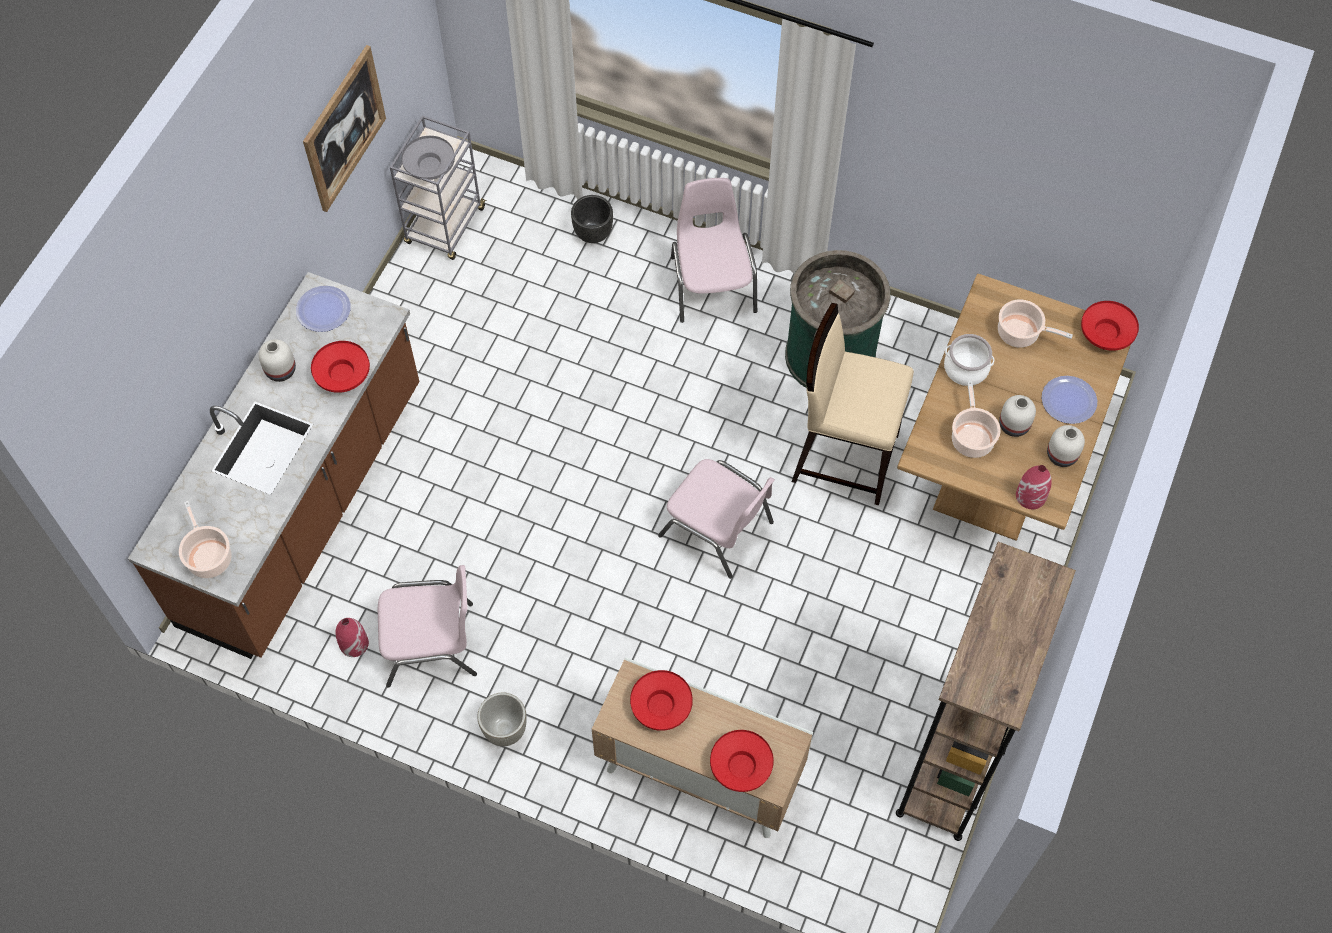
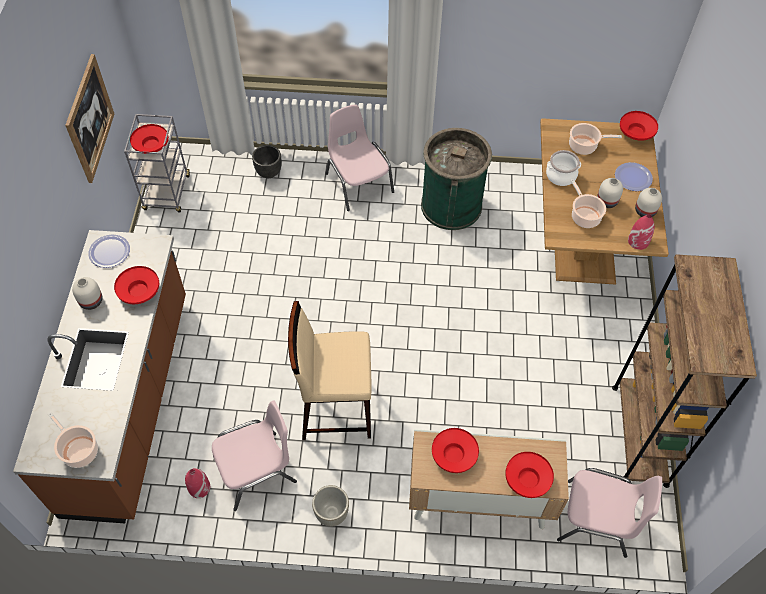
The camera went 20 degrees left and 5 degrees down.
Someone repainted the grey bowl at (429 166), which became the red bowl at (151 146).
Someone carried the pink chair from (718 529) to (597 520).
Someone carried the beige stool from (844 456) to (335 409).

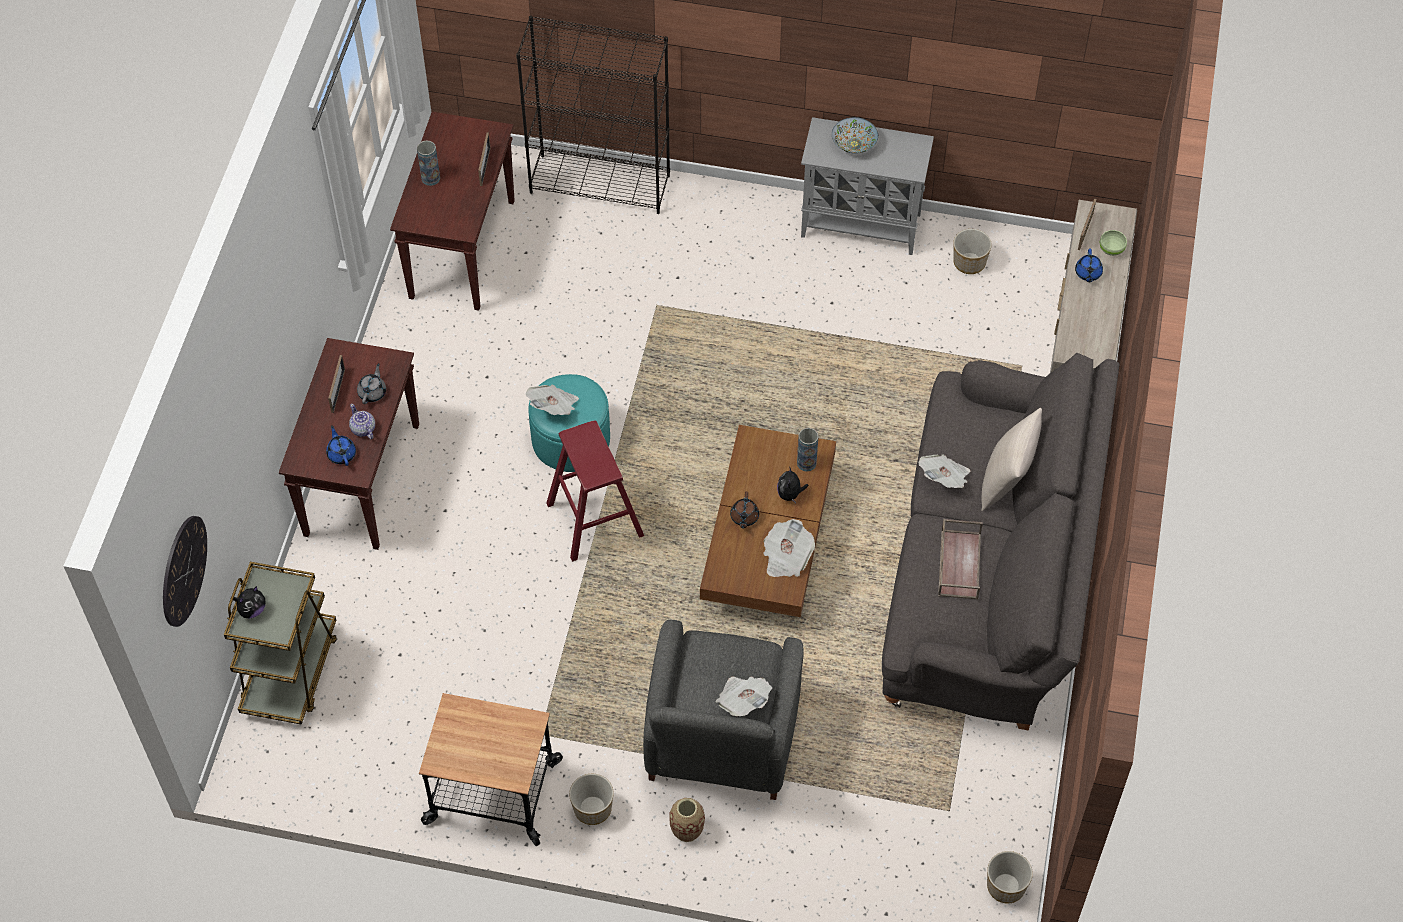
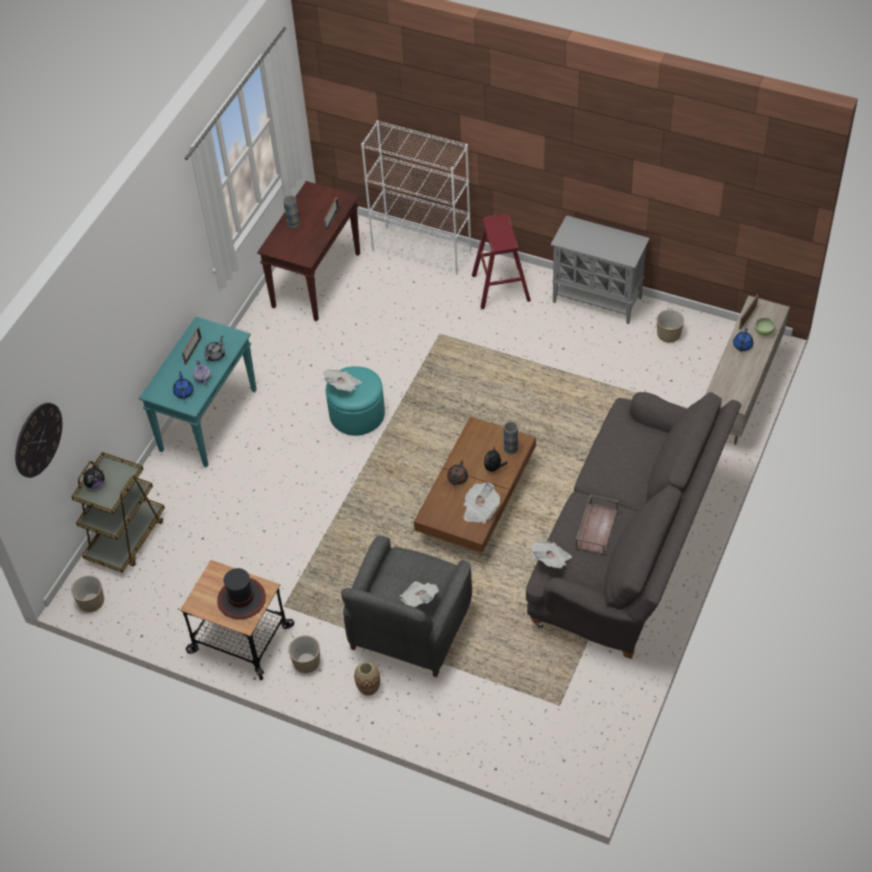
The camera went 15 degrees right and 5 degrees down.
Someone repainted the brown console table at (362 478), which became the turquoise console table at (208 419).
Someone repainted the black bookcase at (601 184), which became the white bookcase at (422 250).
Someone carried the red stool from (595 519) to (501 287).
Someone took away the bowl at (854 144).
Someone carried the newspaper from (944 478) to (551 560).
Someone took away the beige pillow at (1006 481).
Someone carried the planter from (1005 887) to (91 601).
Someone put down the hat at (241 599).

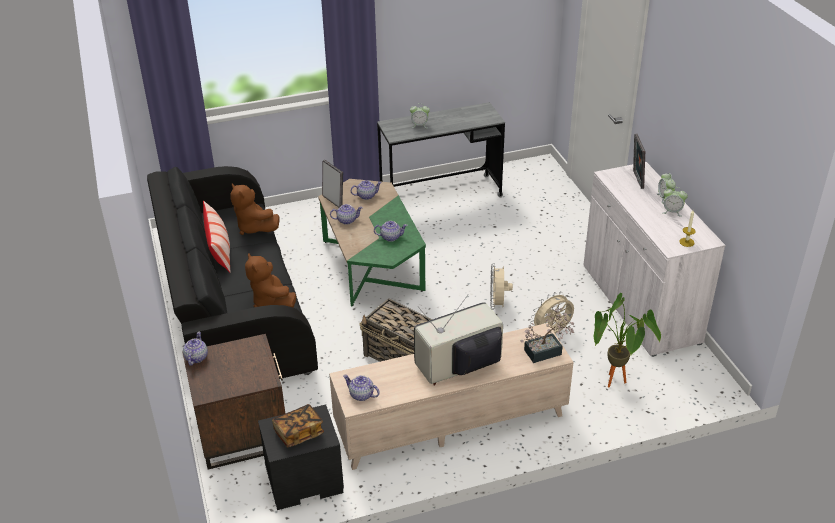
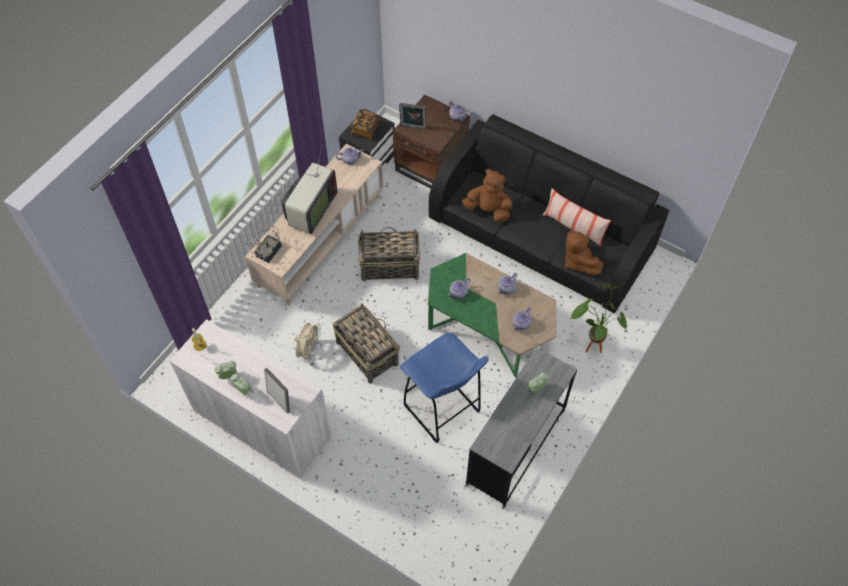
The camera went 140 degrees right and 20 degrees up.
Someone rotated the brown plush toy at (254 227) by 120 degrees counterclockwise.
Someone carried the picture frame from (333 201) to (413 128).
Someone swapped the beige fan at (498 304) for the basket at (367 352).
Someone carried the potted plant from (615 385) to (589 345).
Someone put down the blue stool at (443 410).

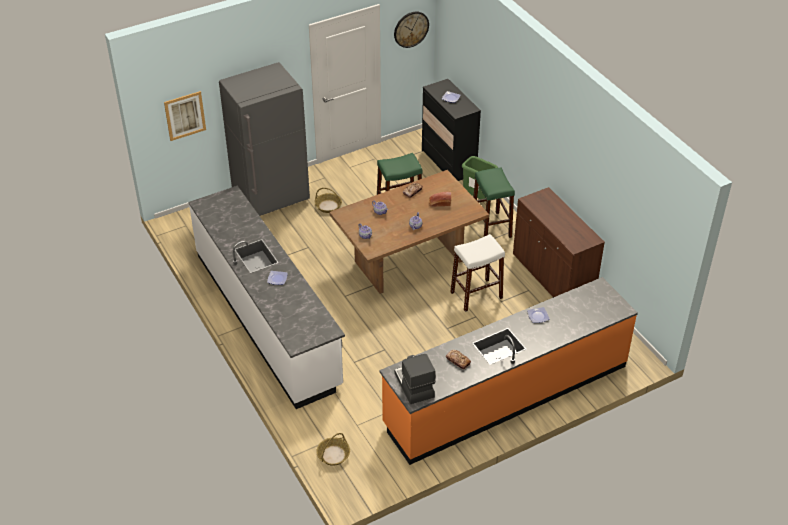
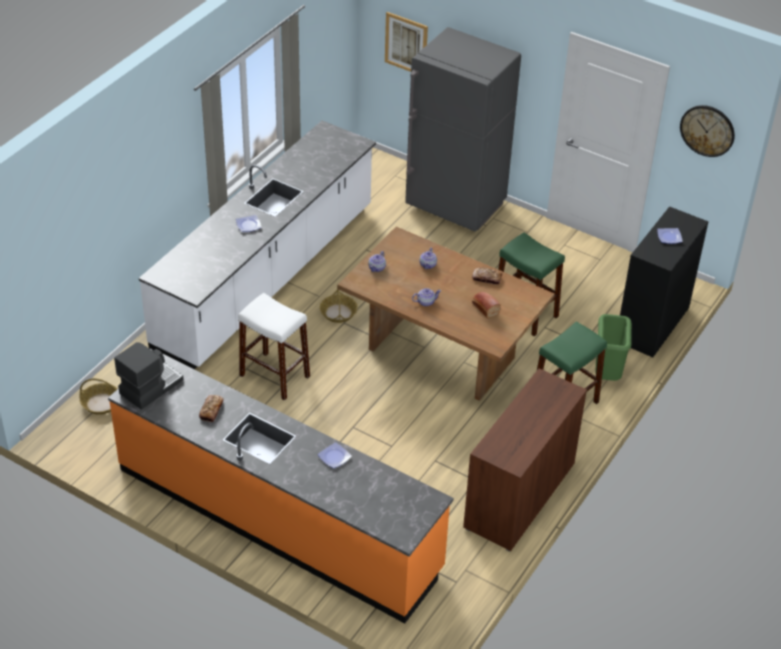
The camera went 60 degrees right and 0 degrees up.
Someone carried the basket from (328 206) to (338 313).
Someone carried the white stool from (476 295) to (274 376).

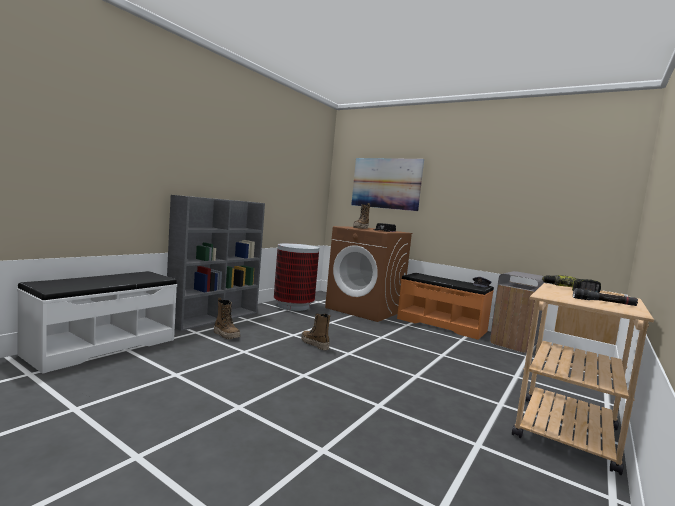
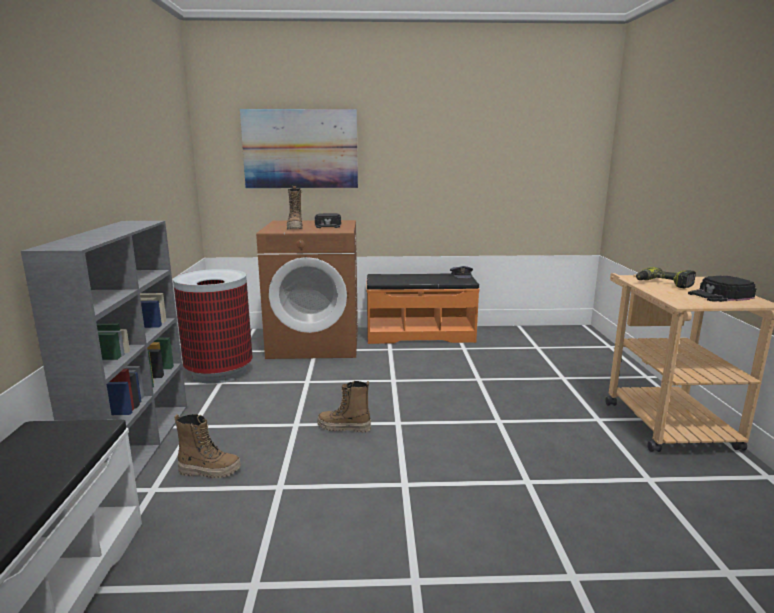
The camera went 35 degrees left and 10 degrees up.
Someone took away the grey trash can at (514 344).
Someone swapped the black flashlight at (603 302) for the black cap at (720 295).

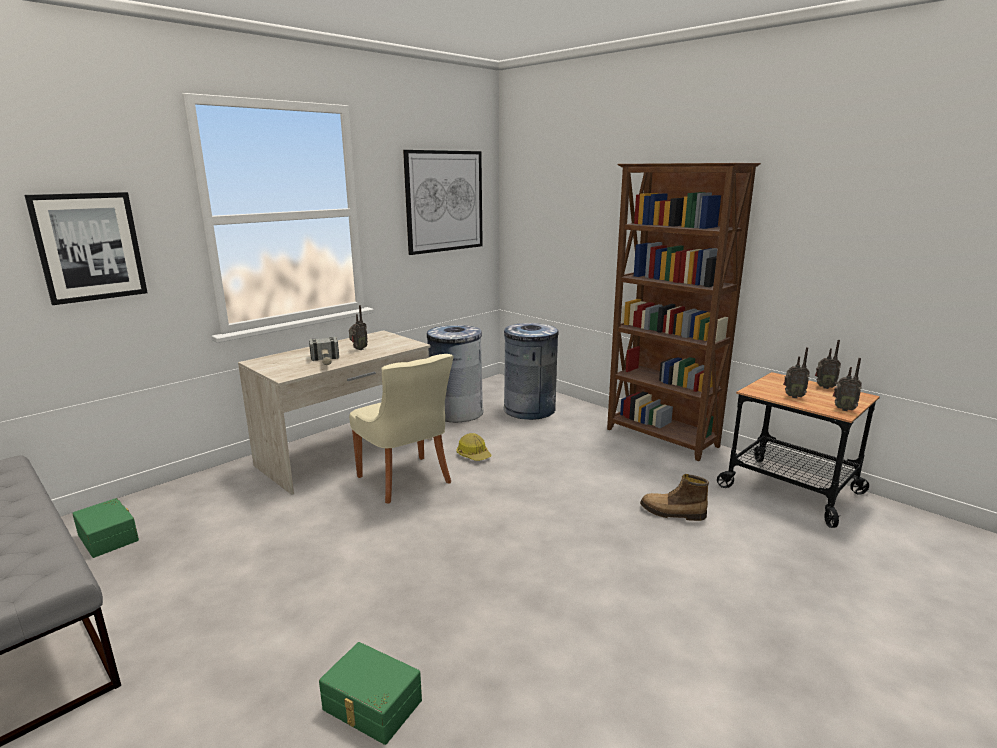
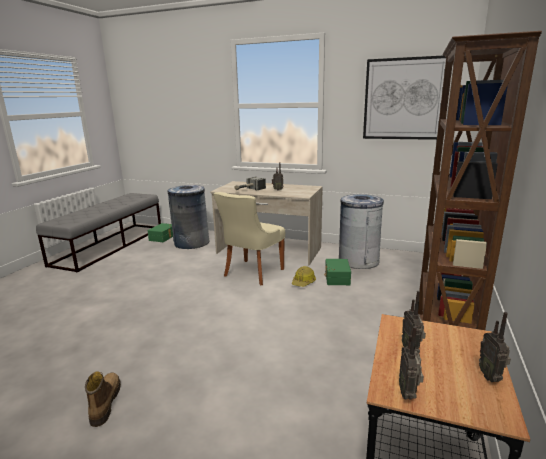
The camera went 65 degrees right and 0 degrees up.
Someone took away the picture at (89 247).
Someone carried the green storage box from (371 706) to (336 278).
Someone carried the grey trash can from (529 409) to (191 243).
Someone carried the boot from (672 513) to (104 402).

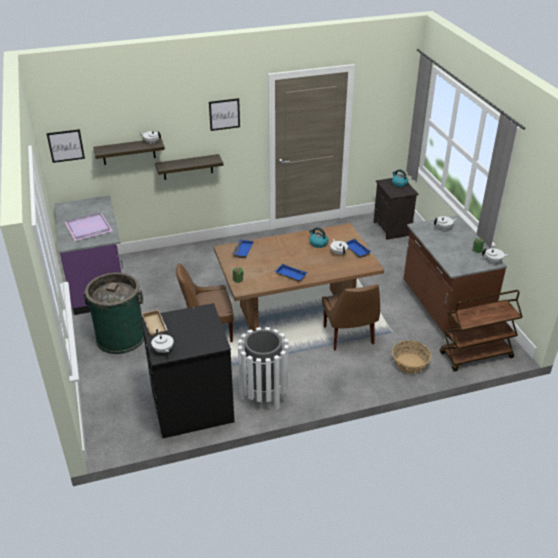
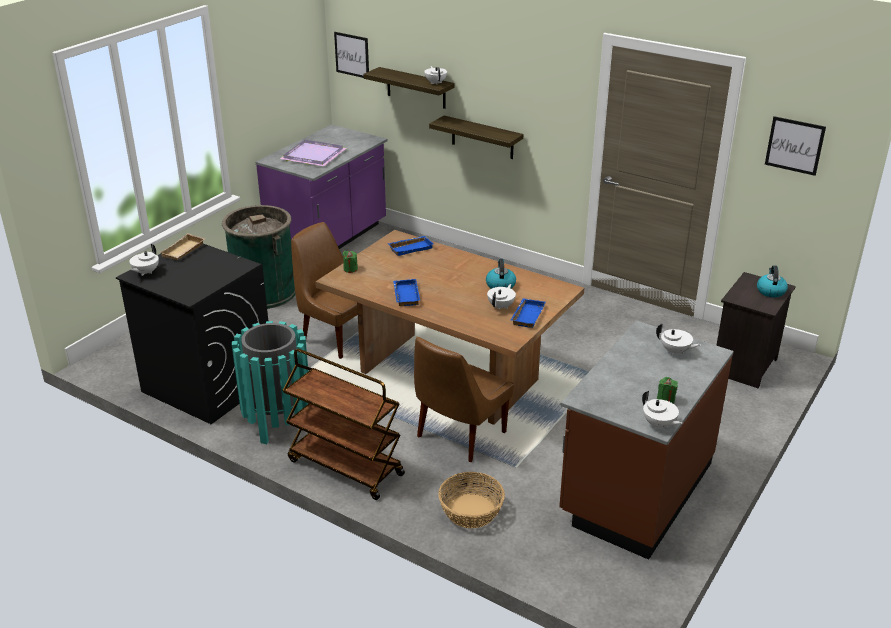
The camera went 50 degrees right and 5 degrees down.
Someone carried the picture from (224 114) to (794 145).
Someone repainted the white trash can at (264 394), which became the turquoise trash can at (278 422).
Someone carried the brown cart from (475 356) to (344 467).

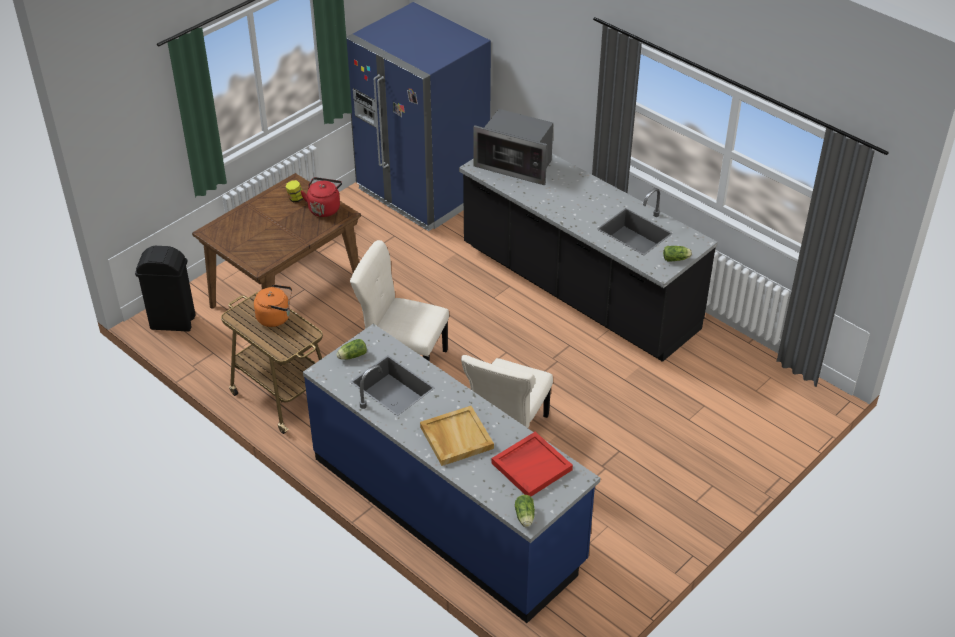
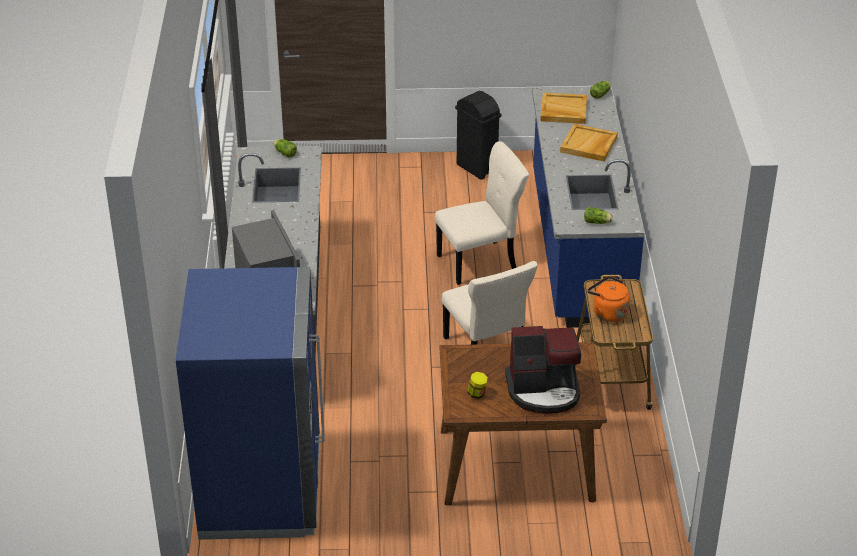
The camera went 135 degrees left and 5 degrees down.
Someone carried the black trash can from (172 322) to (477 168).
Someone took away the red kettle at (324 208).
Someone repainted the red tray at (531 466), which became the beige tray at (563 110).
Someone put down the coffee machine at (544 390).

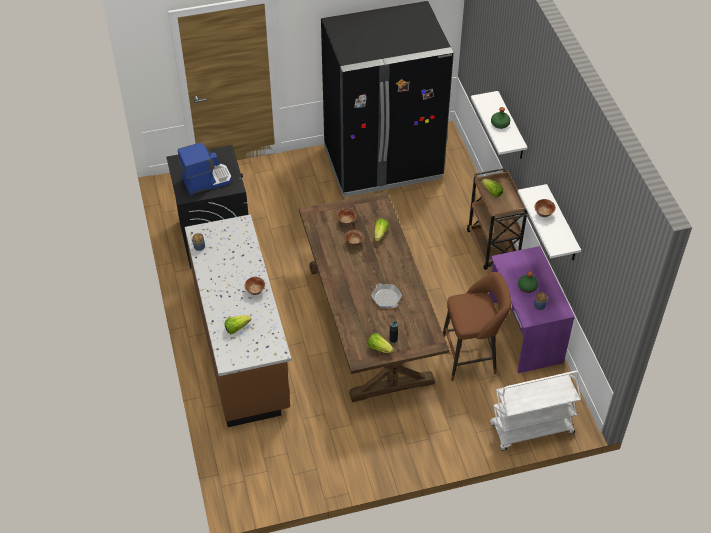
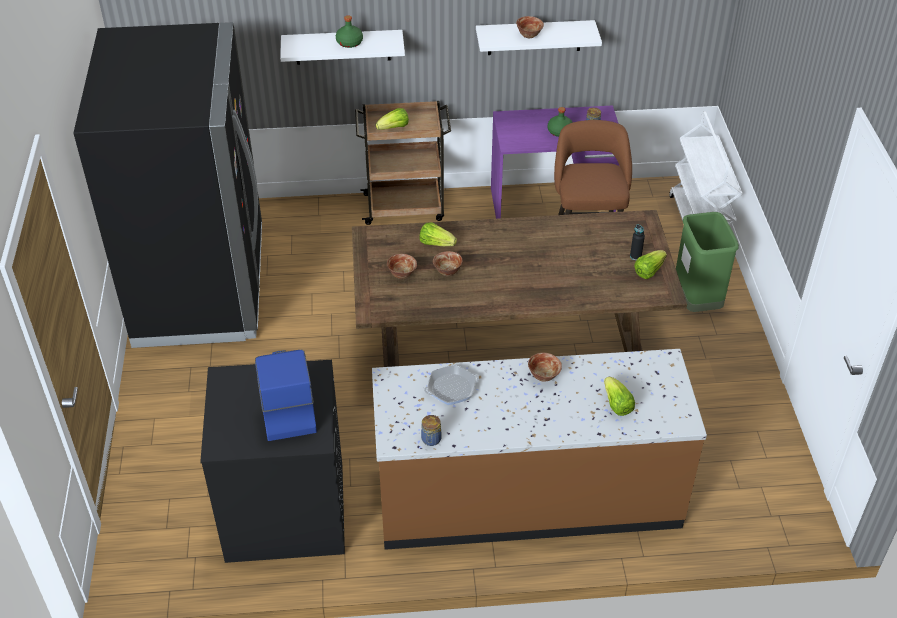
The camera went 80 degrees left and 5 degrees down.
Someone carried the frying pan from (386 298) to (451 388).
Someone put down the green trash can at (696 302).

